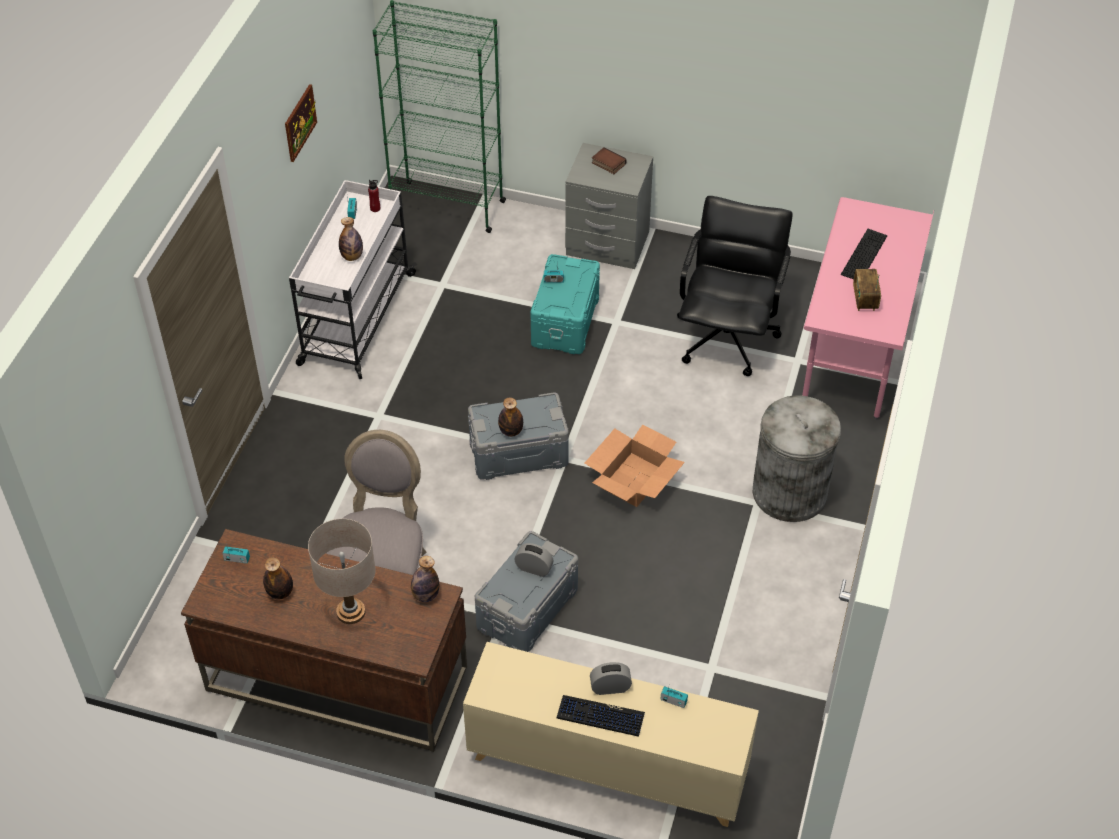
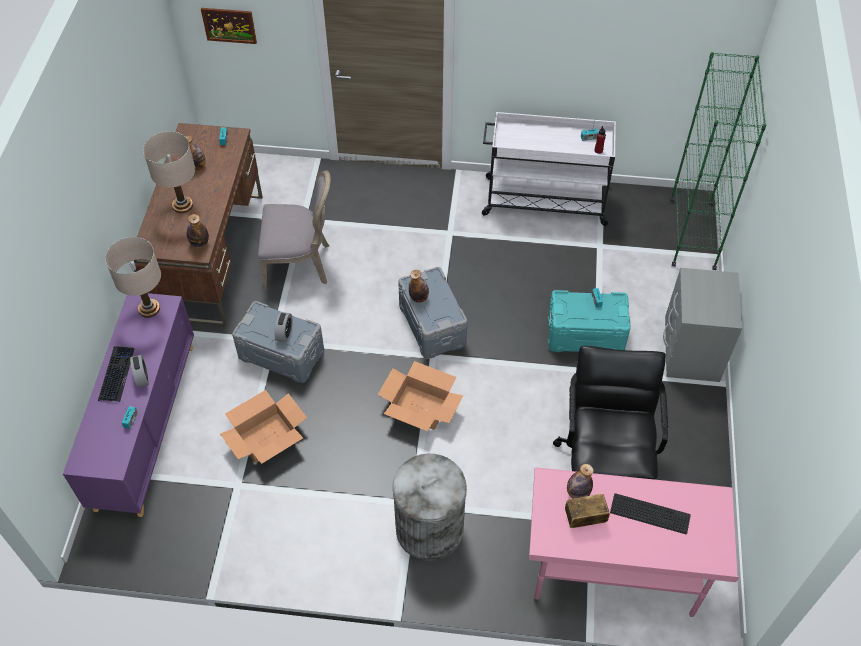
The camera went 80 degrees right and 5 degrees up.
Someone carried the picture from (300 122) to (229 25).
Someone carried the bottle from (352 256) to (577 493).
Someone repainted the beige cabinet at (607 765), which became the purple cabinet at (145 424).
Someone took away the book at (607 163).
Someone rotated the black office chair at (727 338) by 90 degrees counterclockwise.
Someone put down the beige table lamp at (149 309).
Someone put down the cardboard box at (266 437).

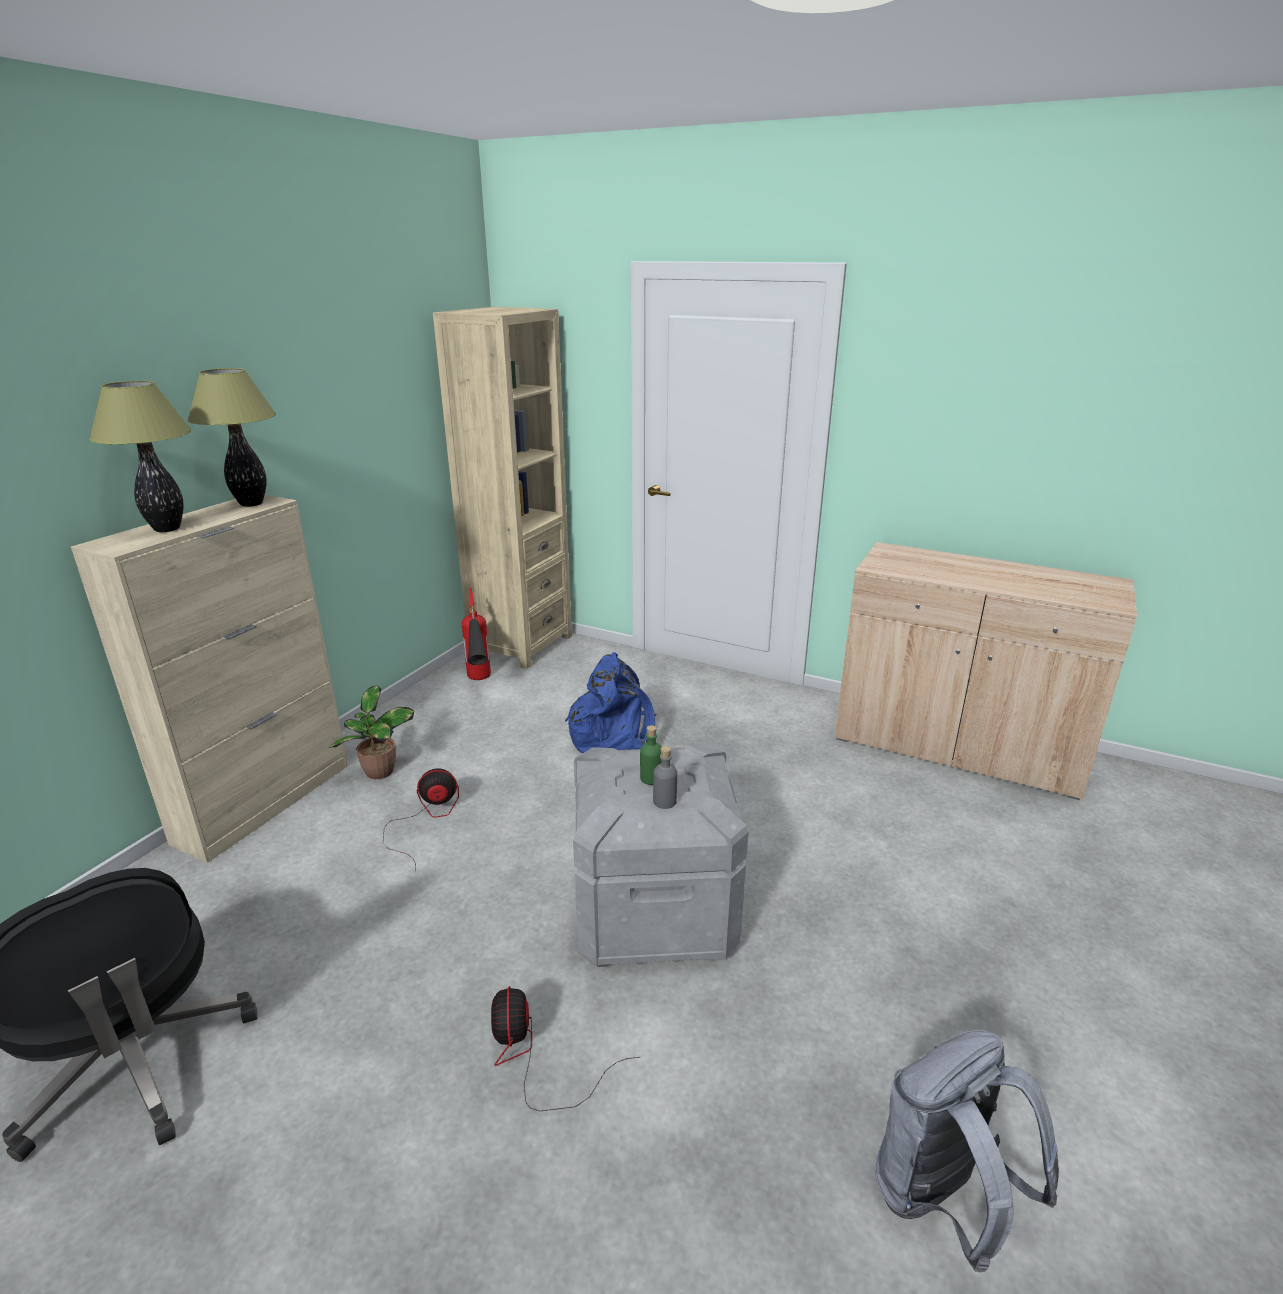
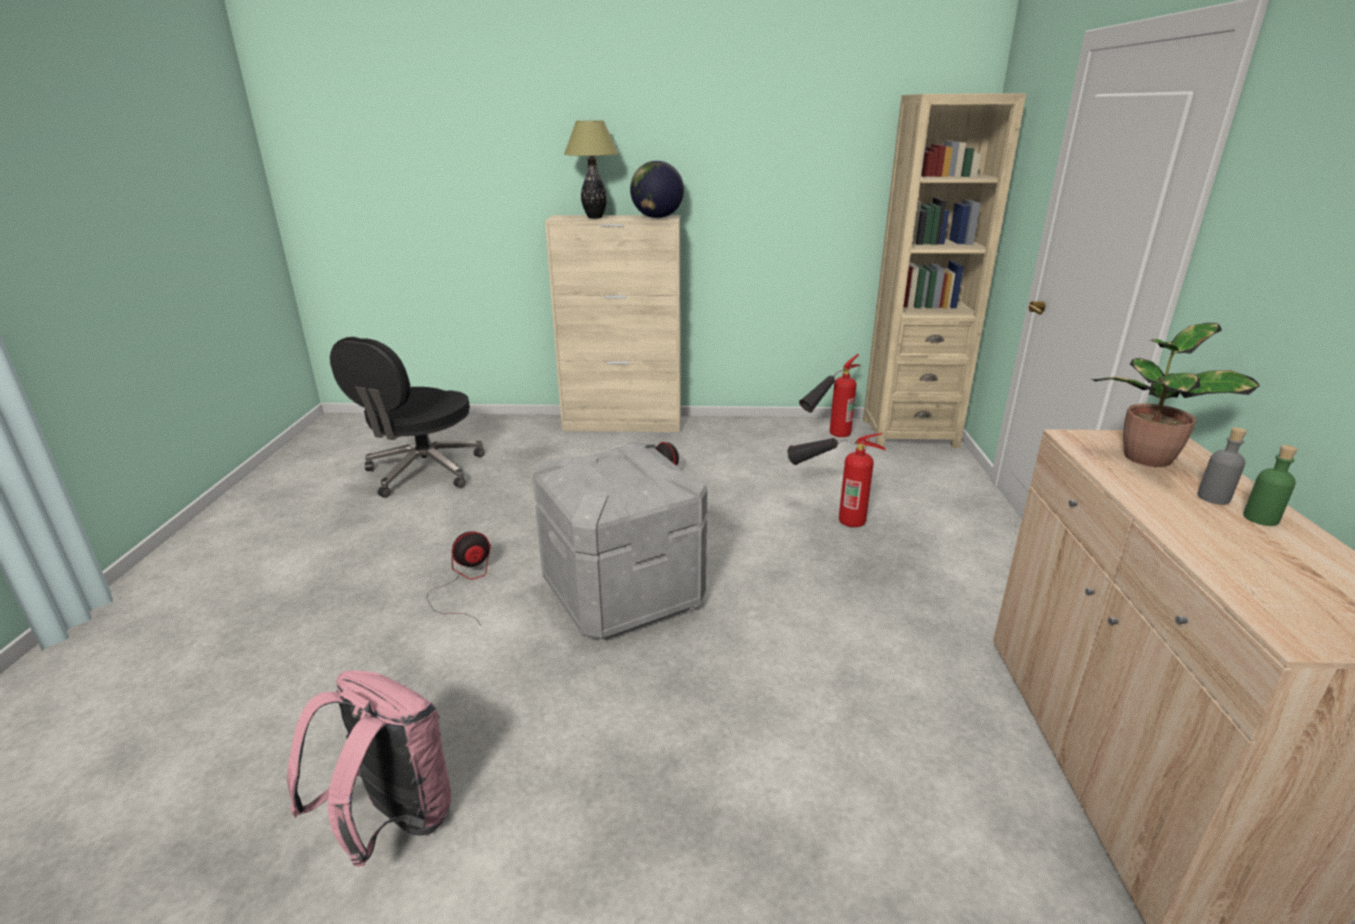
The camera went 65 degrees right and 0 degrees up.
Someone swapped the table lamp at (251 504) for the globe at (657 217).
Someone carried the potted plant from (379 773) to (1145 459).
Someone swapped the blue backpack at (614 737) for the fire extinguisher at (828 513).
Someone carried the green bottle from (651 778) to (1260 518).
Someone carried the grey bottle from (664 801) to (1213 498).
Someone repainted the grey backpack at (942 1200), which became the pink backpack at (392 821).

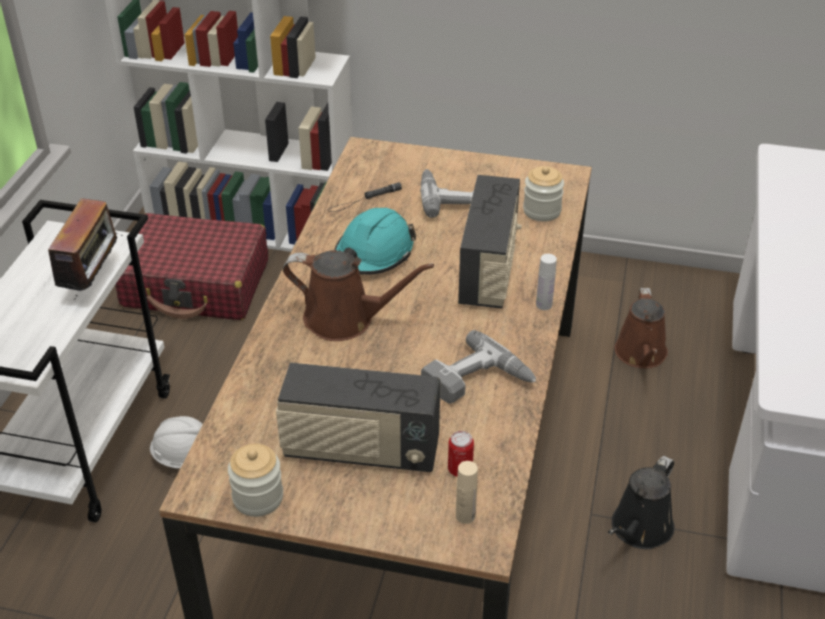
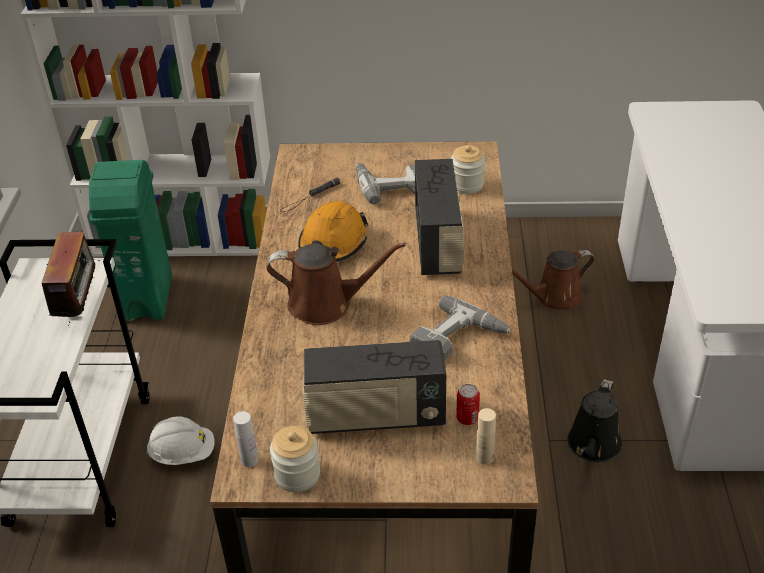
The camera went 10 degrees left and 0 degrees up.
Someone swapped the red suitcase at (196 284) for the green trash can at (148 297).
Someone repainted the turquoise hard hat at (373 254), which became the orange hard hat at (333 243).
Someone carried the white bottle from (544 305) to (249 460).
Someone rotated the brown watering can at (641 355) by 75 degrees clockwise.

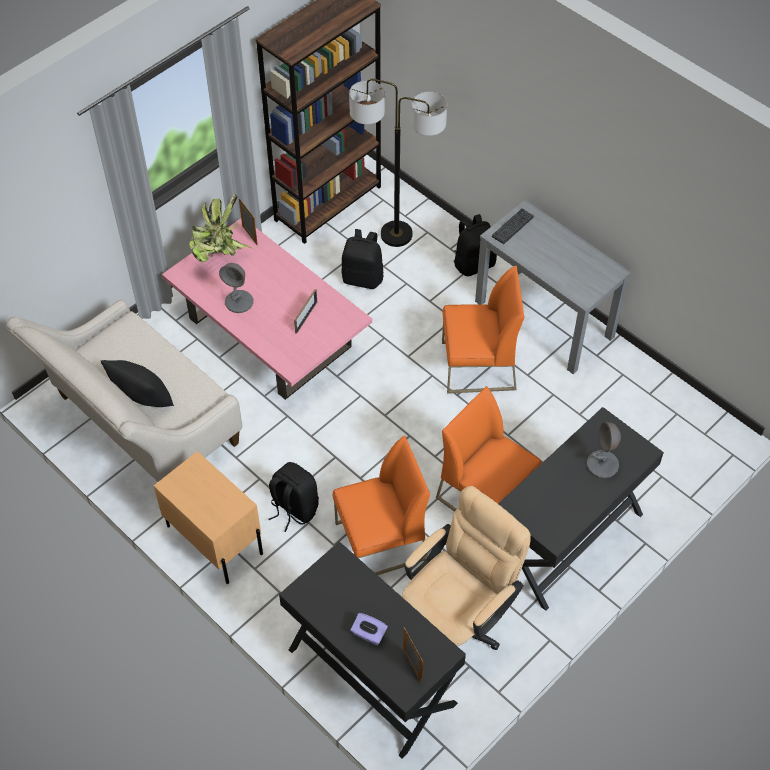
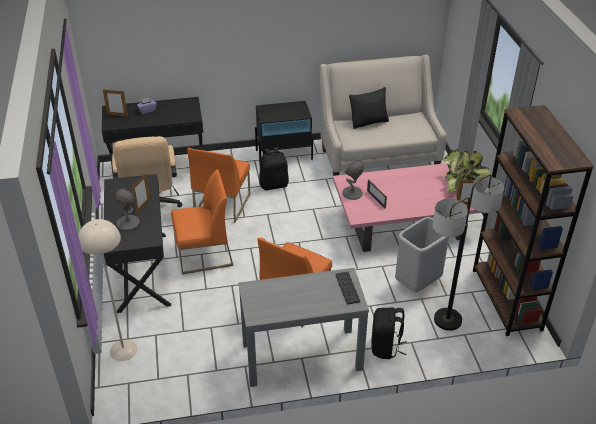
The camera went 125 degrees right and 15 degrees down.
Someone repainted the beige nightstand at (214 539), which became the black nightstand at (284 155).
Someone carried the grey table lamp from (239 302) to (352 193).
Someone swapped the black backpack at (363 278) for the grey trash can at (418 283).
Someone put down the beige floor lamp at (123 350).
Someone put down the picture frame at (143 206).

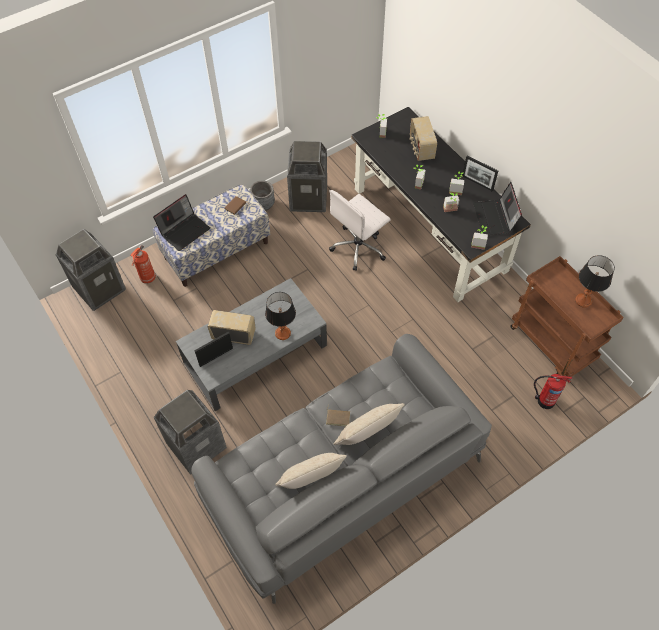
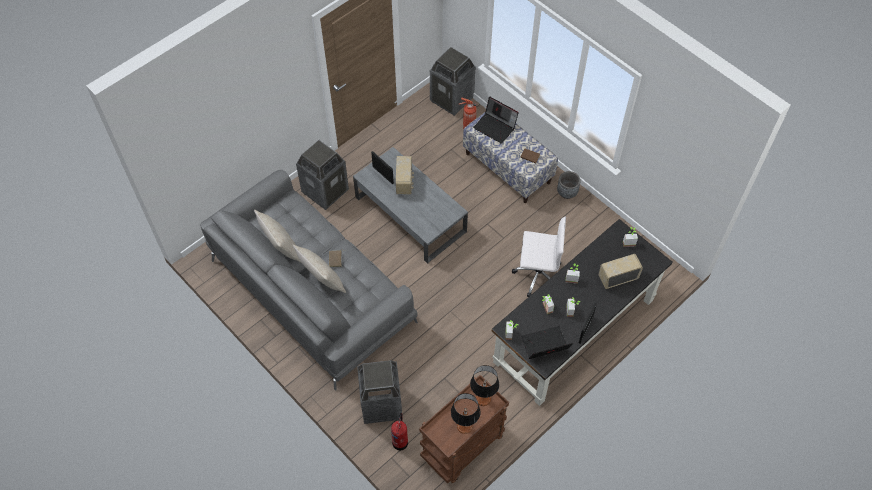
The camera went 80 degrees right and 0 degrees up.
Someone carried the table lamp from (283 333) to (483 399).
Someone carried the trash can from (309 198) to (382 404).
Someone rotated the white office chair at (359 247) by 150 degrees clockwise.

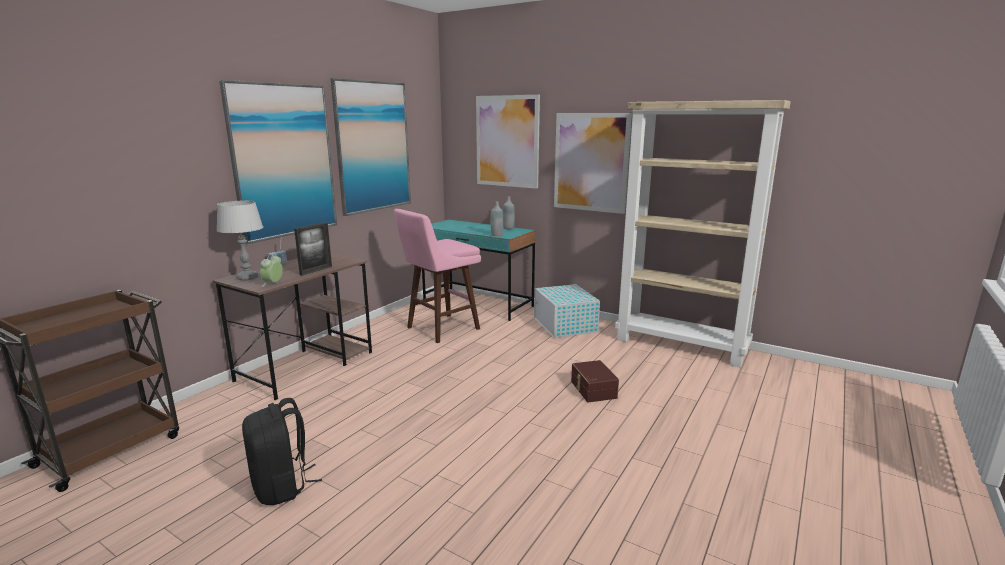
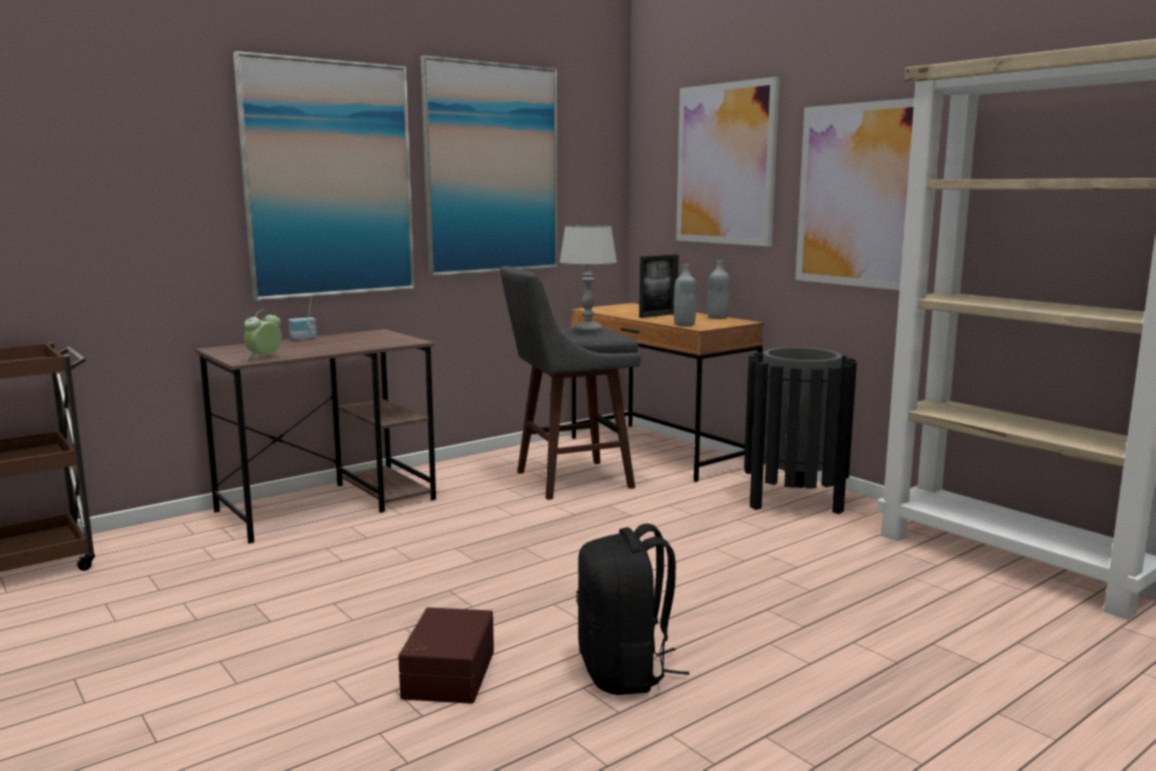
The camera went 20 degrees right and 5 degrees down.
Someone carried the grey table lamp from (247 278) to (587 331).
Someone carried the black backpack from (282 487) to (625 672).
Someone carried the picture frame from (316 270) to (658 315).
Someone repainted the pink stool at (440 329), which became the grey stool at (568 480).
Someone repainted the turquoise desk at (478 304), which became the brown desk at (659 451).
Someone swapped the white storage box at (565 325) for the black trash can at (794 501).
Someone carried the brown storage box from (592 389) to (446 674).

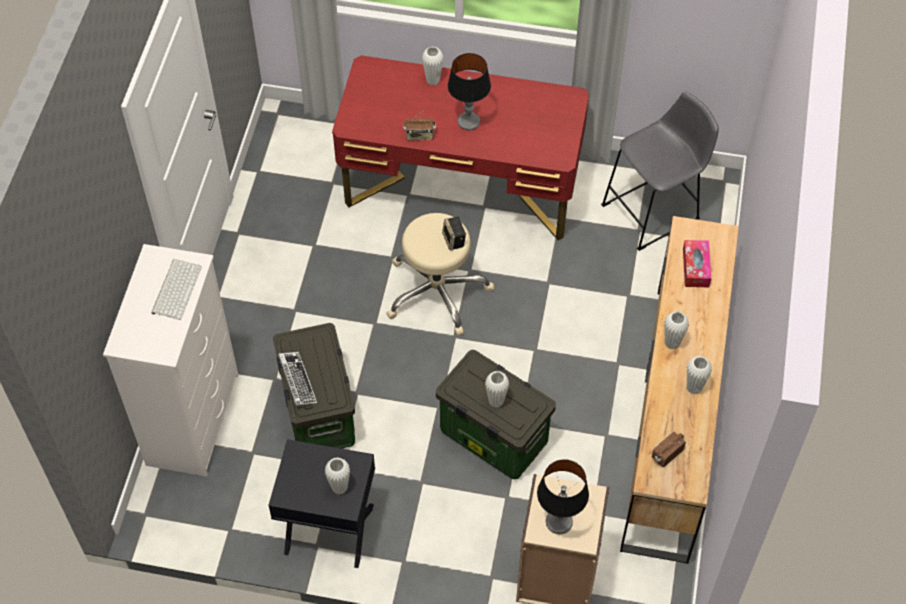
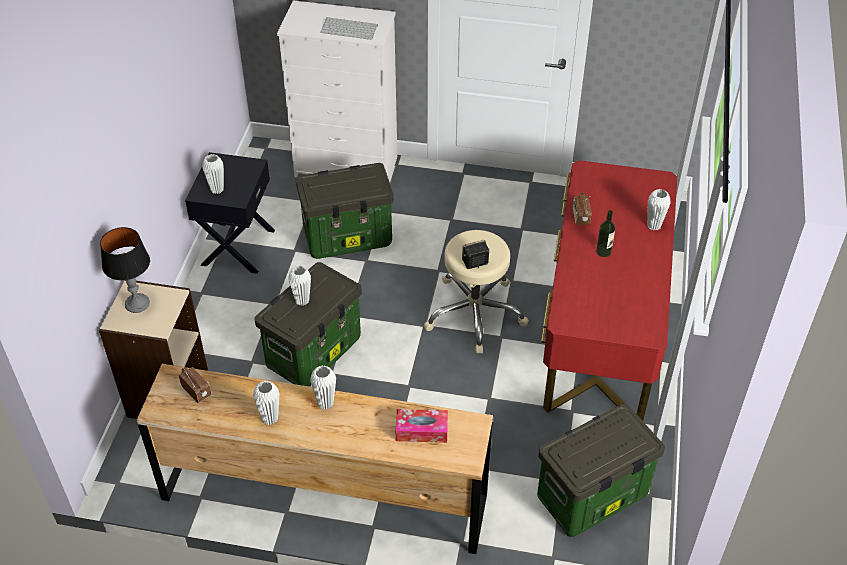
The camera went 90 degrees right and 10 degrees down.
Someone took away the keyboard at (297 381).
Someone swapped the table lamp at (468 121) for the bottle at (603 251).
Someone swapped the grey stool at (655 211) for the storage box at (591 498).

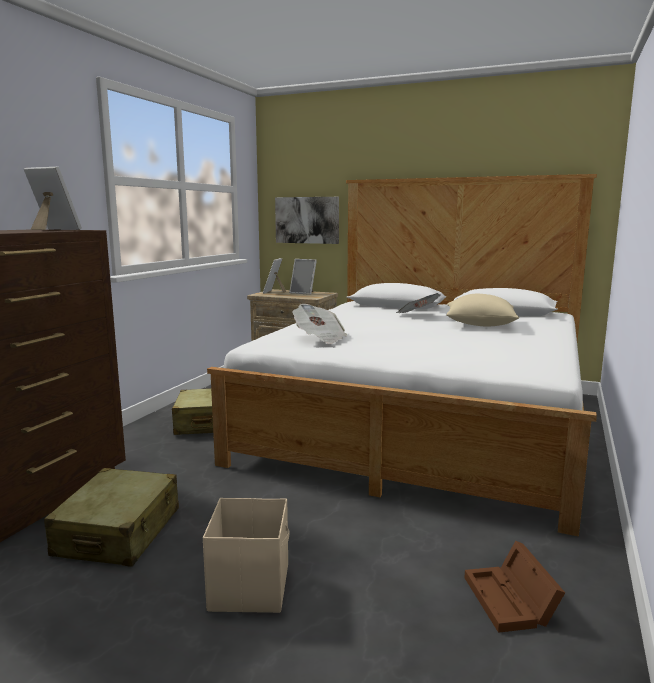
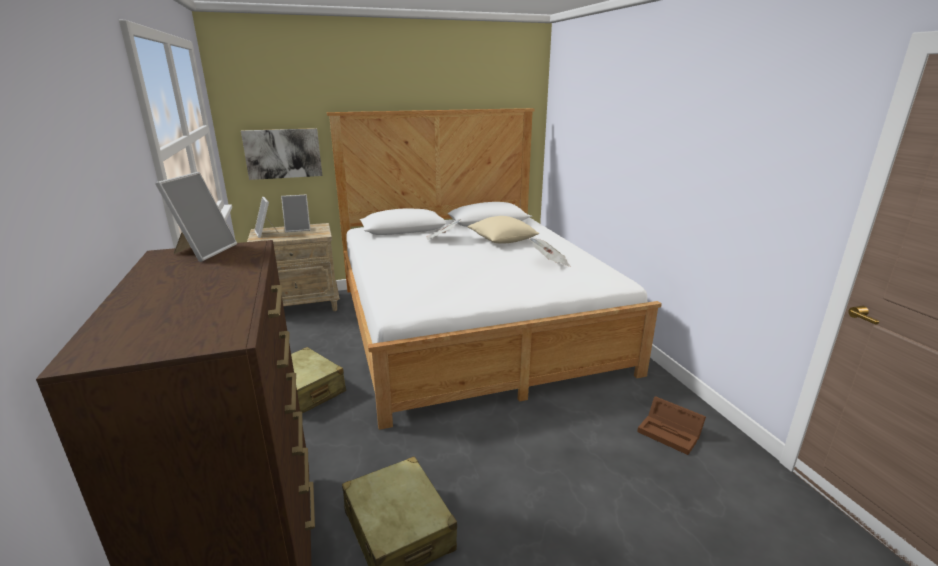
The camera went 40 degrees left and 10 degrees up.
Someone rotated the picture frame at (53 229) by 120 degrees clockwise.
Someone took away the beige storage box at (250 586).
Someone carried the newspaper from (320 338) to (549 263).

